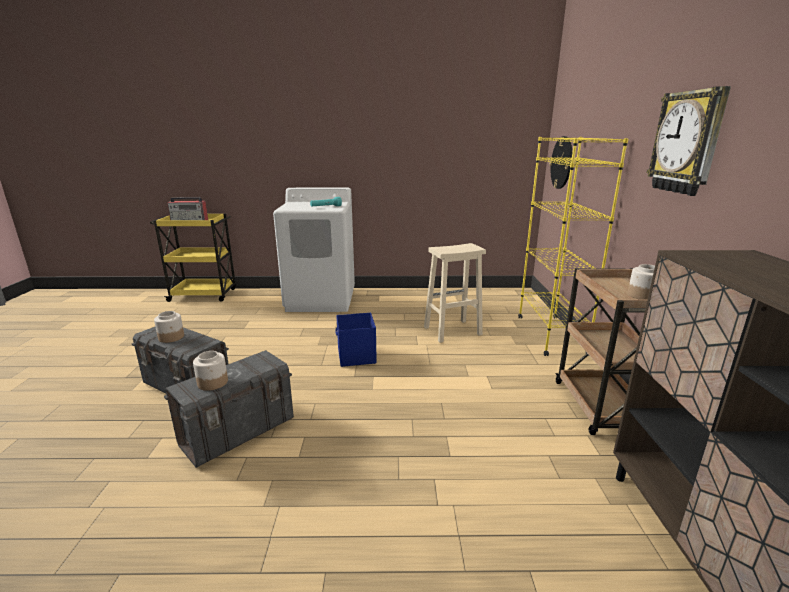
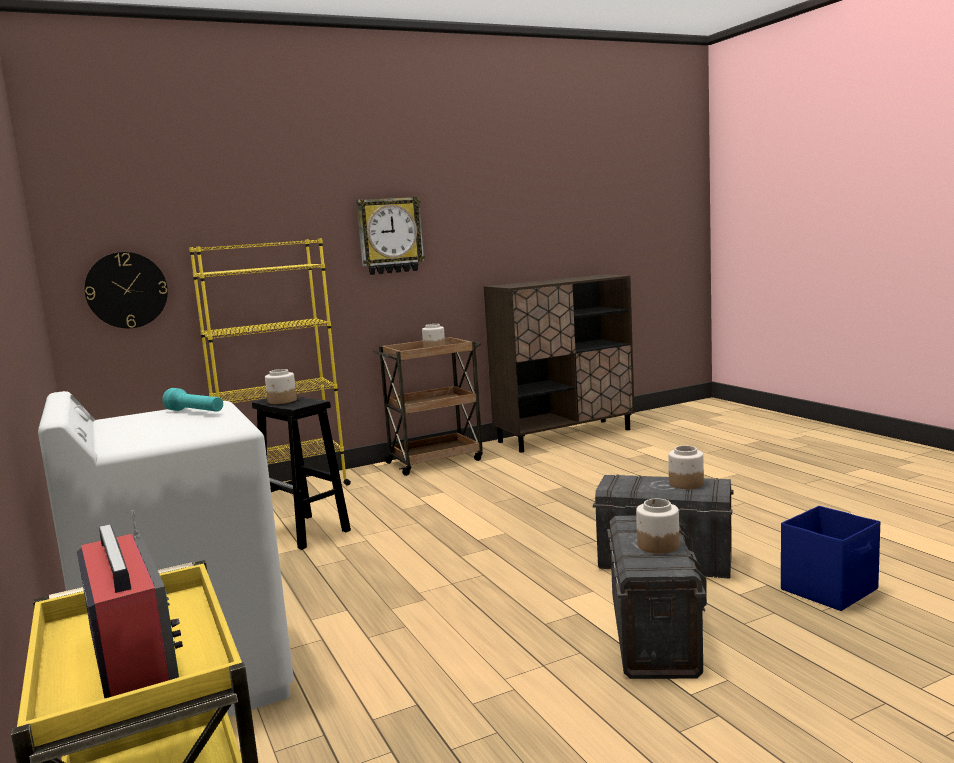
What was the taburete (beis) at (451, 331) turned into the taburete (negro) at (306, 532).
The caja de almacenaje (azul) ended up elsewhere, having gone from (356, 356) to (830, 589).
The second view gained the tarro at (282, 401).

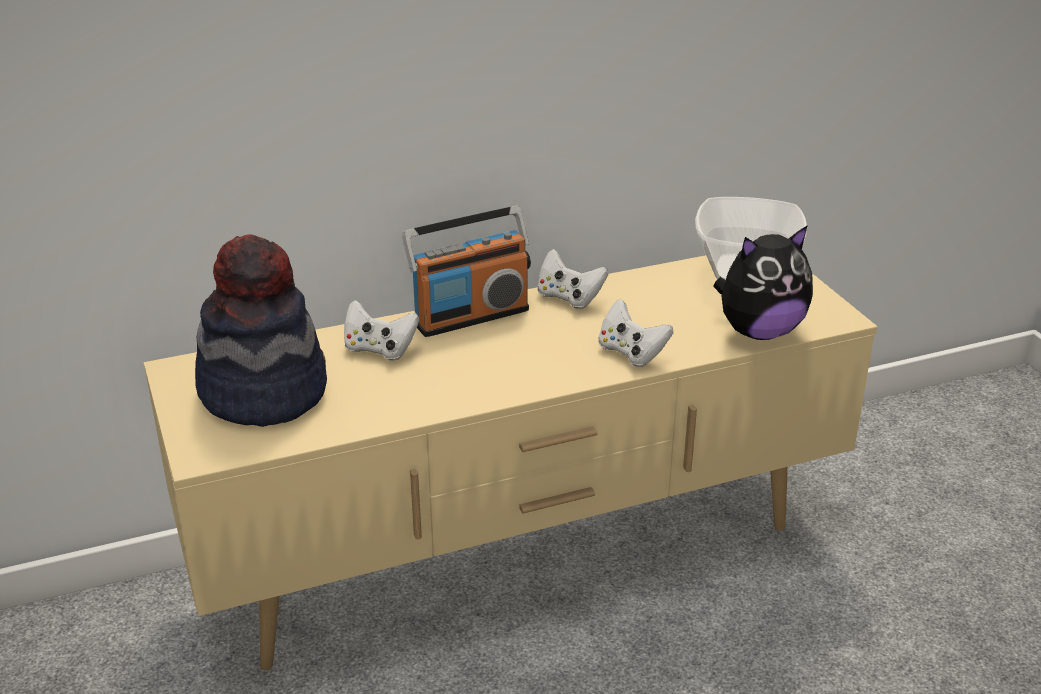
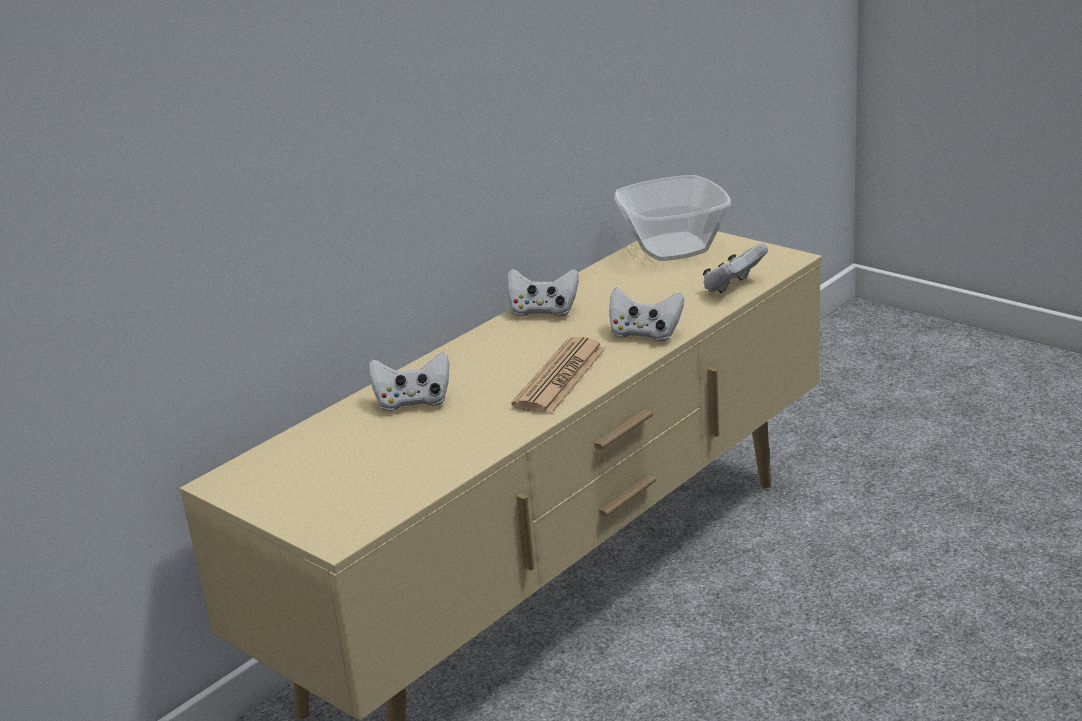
The second view lost the radio at (470, 316).
Where the peluche stood at (759, 331), the mando de consola (blanco) came to stand at (733, 287).
The second view lost the sombrero at (263, 392).
The second view gained the periódico at (560, 377).

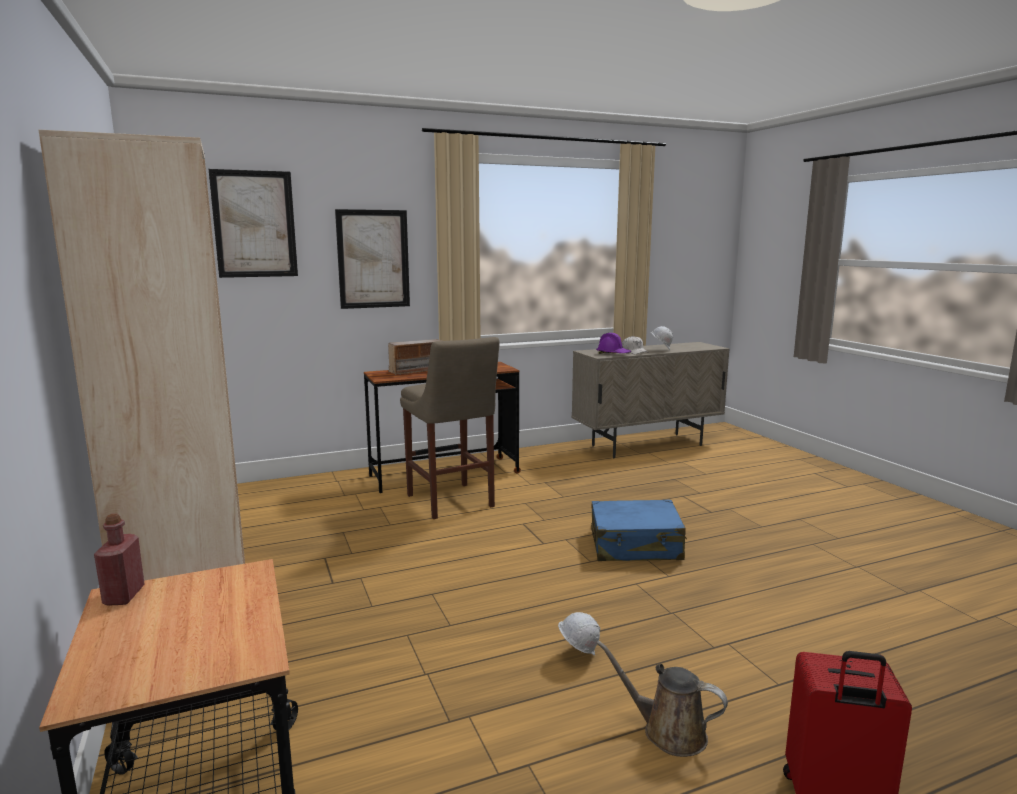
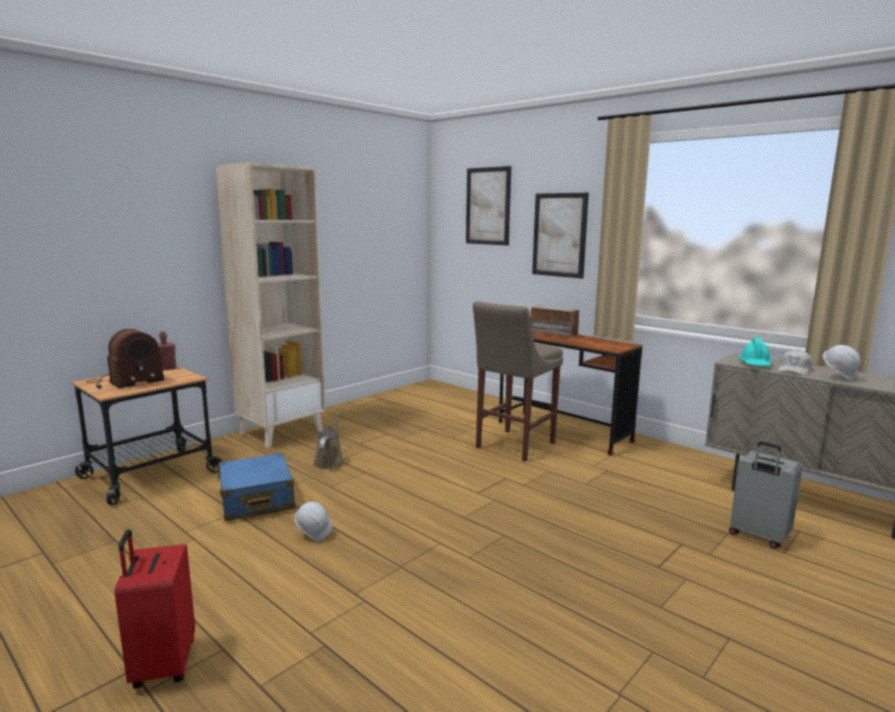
What was the casco (morado) at (613, 354) turned into the casco (turquesa) at (755, 365).
The maleta (azul) ended up elsewhere, having gone from (635, 546) to (256, 500).
The regadera (marrón) ended up elsewhere, having gone from (668, 732) to (329, 461).
The second view gained the radio at (125, 382).
The second view gained the maleta (gris) at (758, 536).

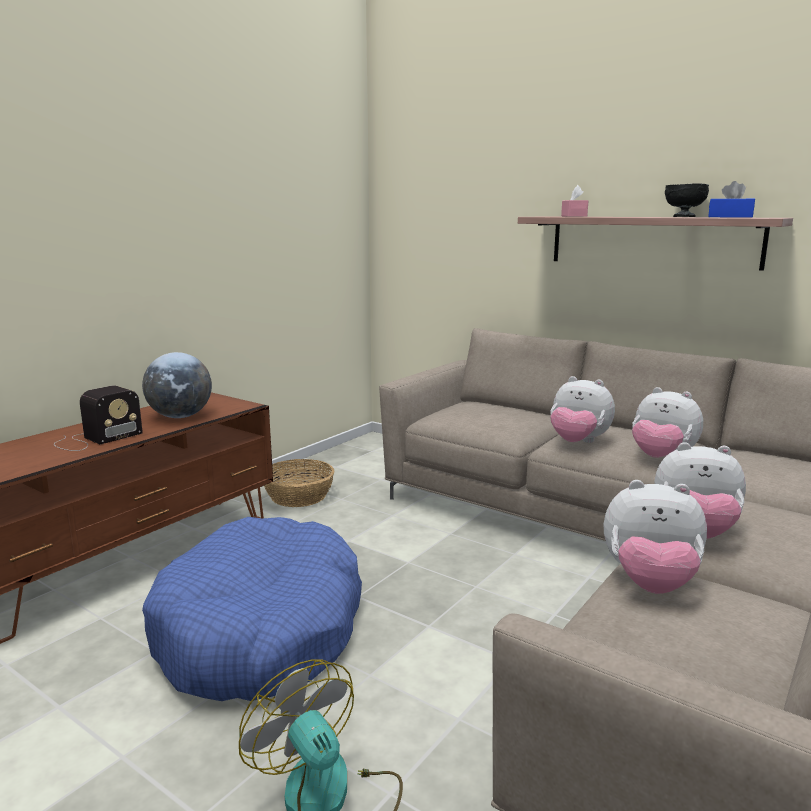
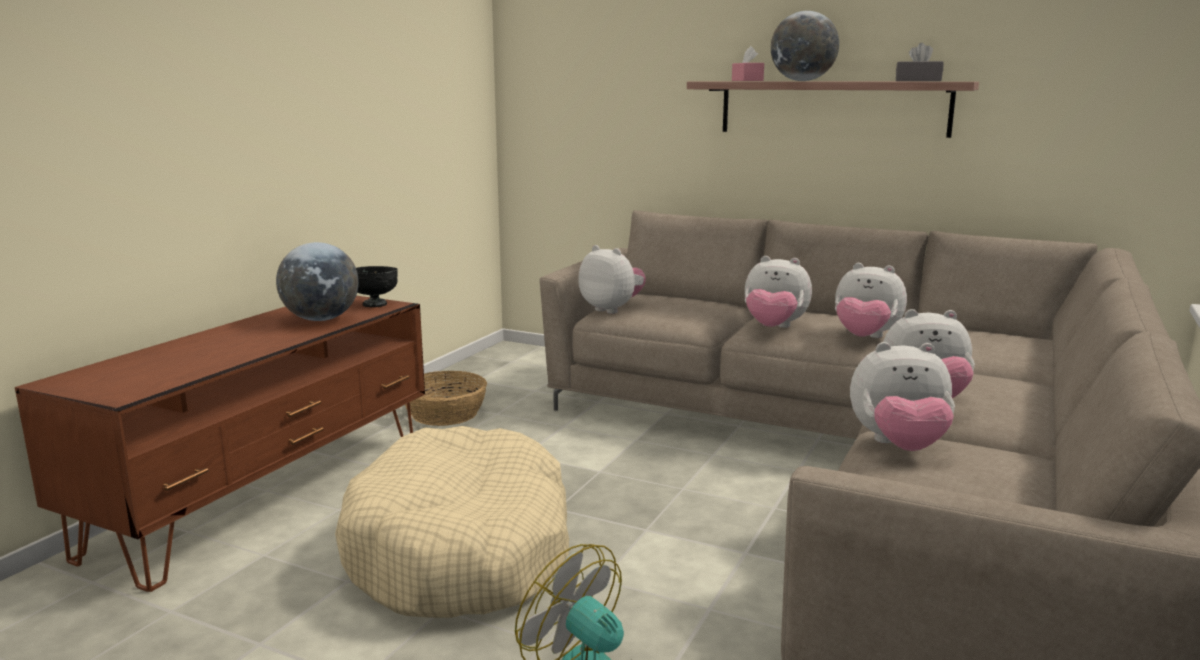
What was the caja de pañuelos (azul) at (730, 217) turned into the caja de pañuelos (gris) at (918, 81).
The cuenco (negro) ended up elsewhere, having gone from (683, 216) to (375, 304).
The second view lost the radio at (95, 439).
What was the cama para perro (azul) at (261, 631) turned into the cama para perro (beis) at (462, 551).
The second view gained the globo terráqueo at (802, 81).
The second view gained the peluche at (612, 309).

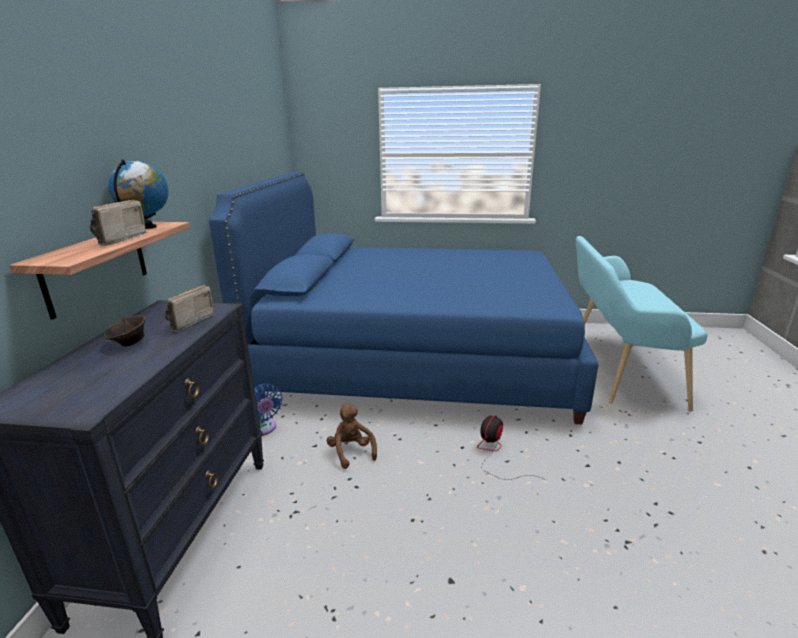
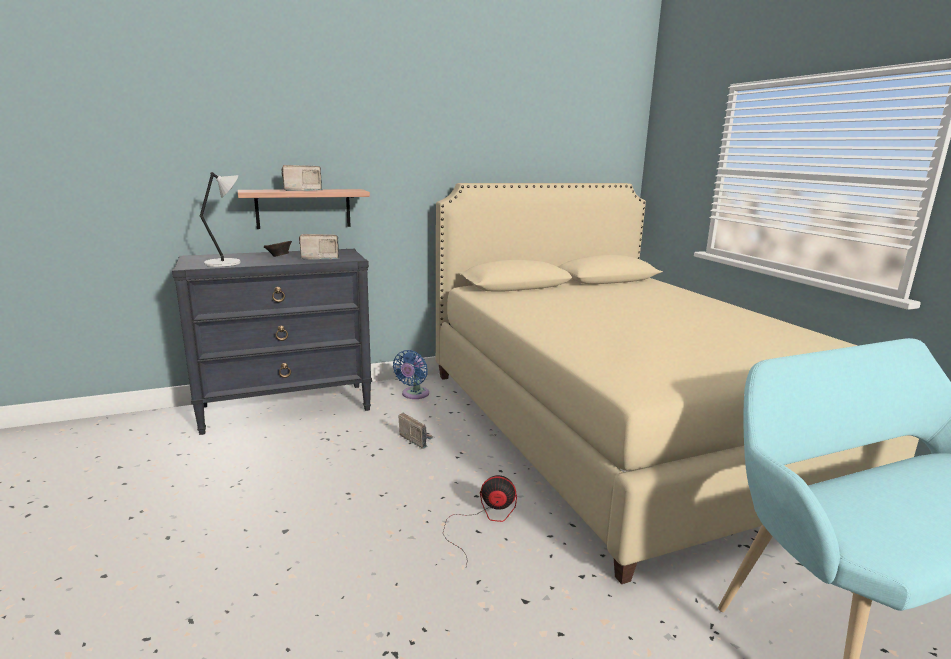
The second view lost the globo terráqueo at (148, 227).
What was the cama (azul) at (417, 358) turned into the cama (beis) at (620, 427).
Where the peluche (marrón) stood at (351, 452), the radio came to stand at (416, 439).
The second view gained the lámpara de mesa (gris) at (225, 263).

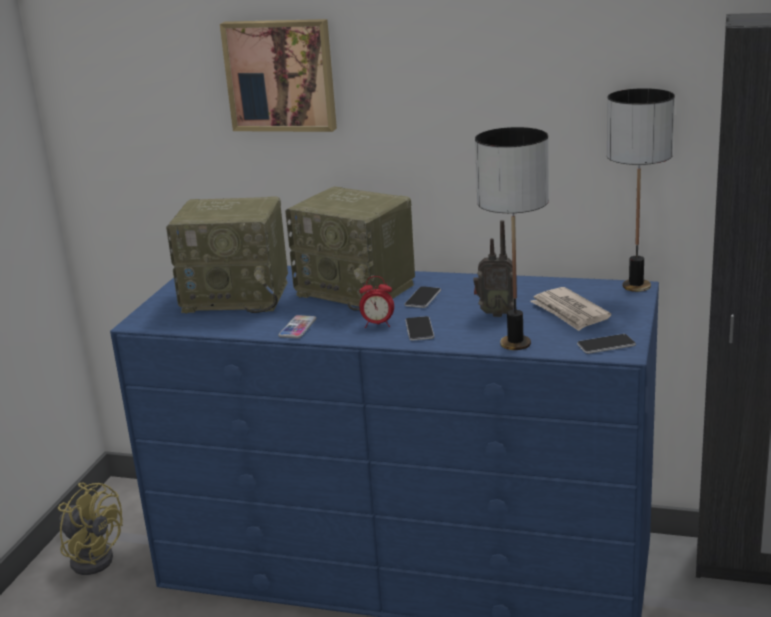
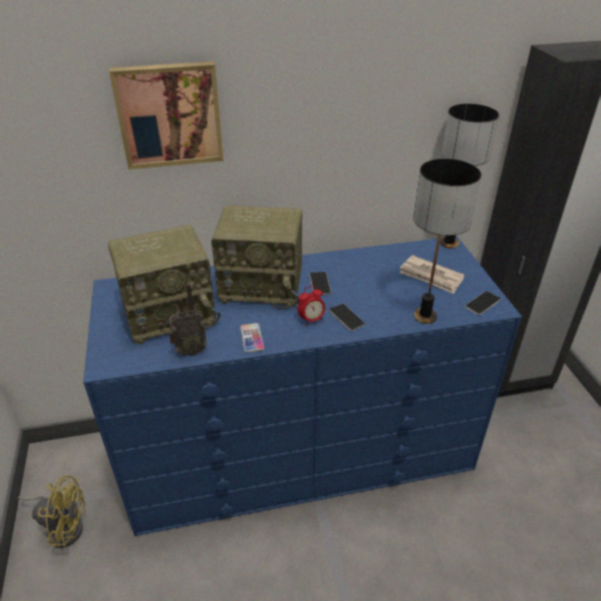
The radio ended up elsewhere, having gone from (495, 313) to (189, 351).

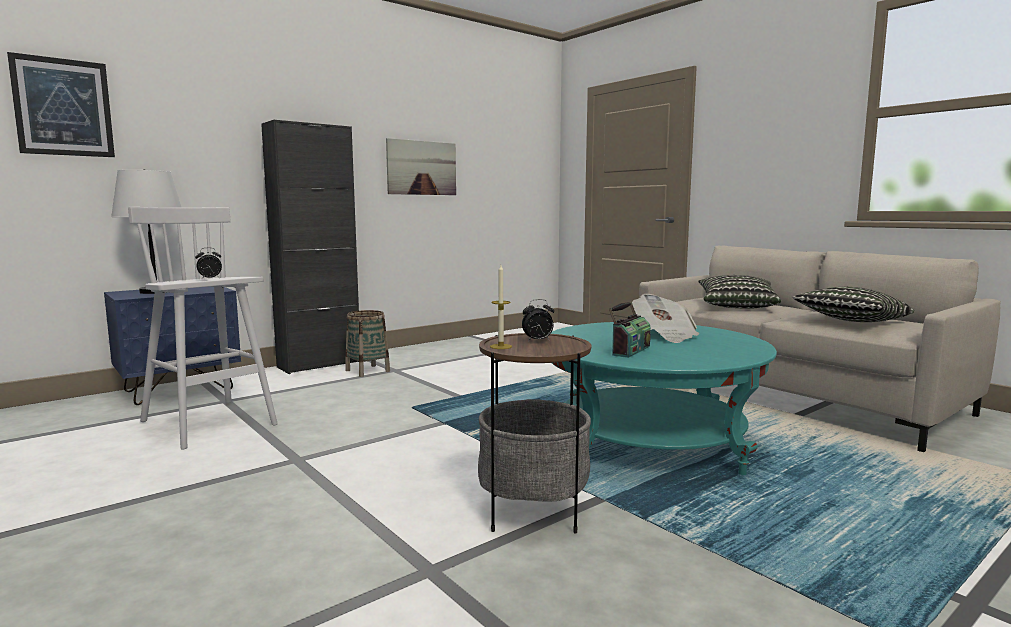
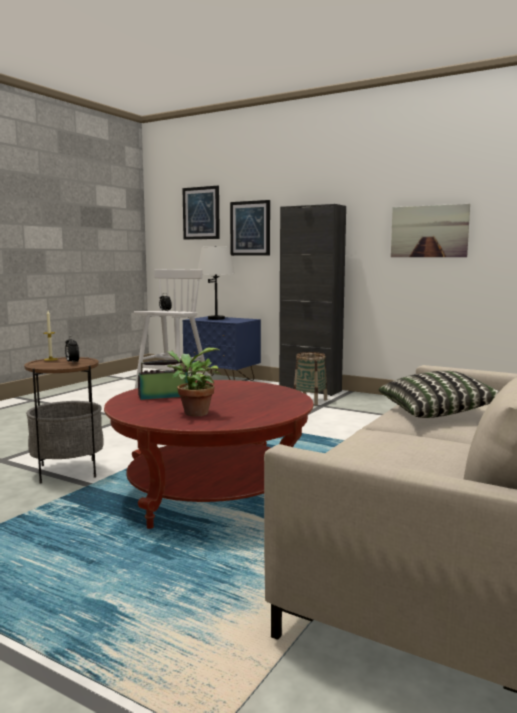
The second view lost the cojín at (851, 322).
The second view lost the periódico at (664, 336).
The radio at (629, 350) ended up facing another way, 150 degrees clockwise from before.
What was the mesa de centro (turquesa) at (650, 442) turned into the mesa de centro (rojo) at (211, 493).
The second view gained the cuadro at (250, 228).
The second view gained the planta en maceta at (193, 413).

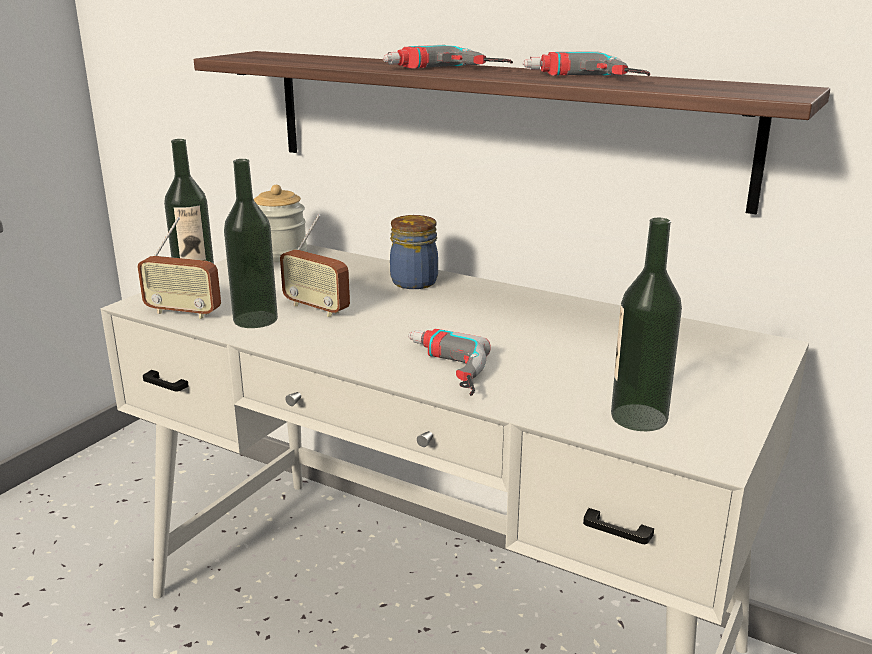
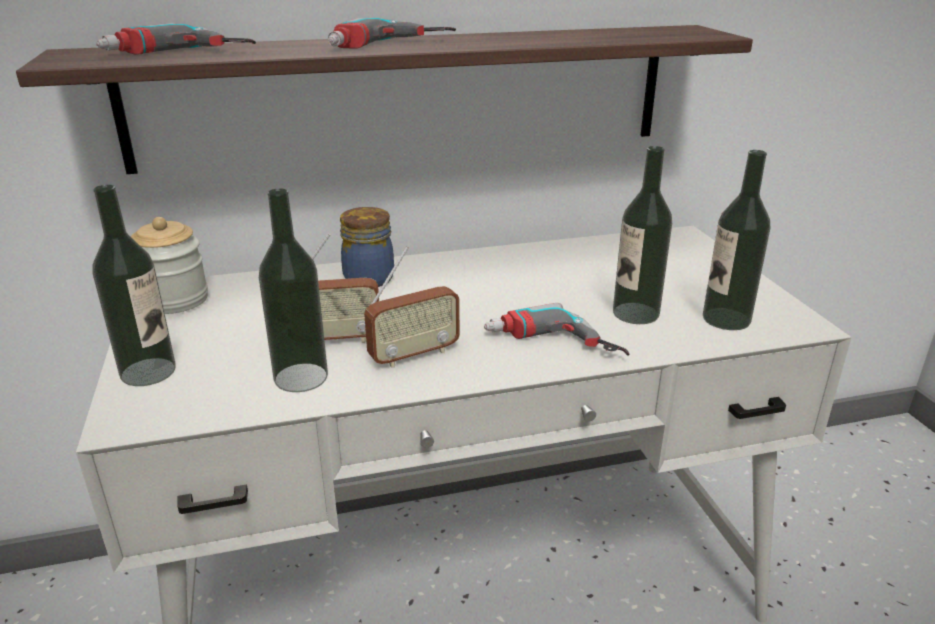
The taladro ended up elsewhere, having gone from (582, 79) to (177, 54).
The radio ended up elsewhere, having gone from (183, 312) to (414, 355).
The second view gained the botella at (635, 313).

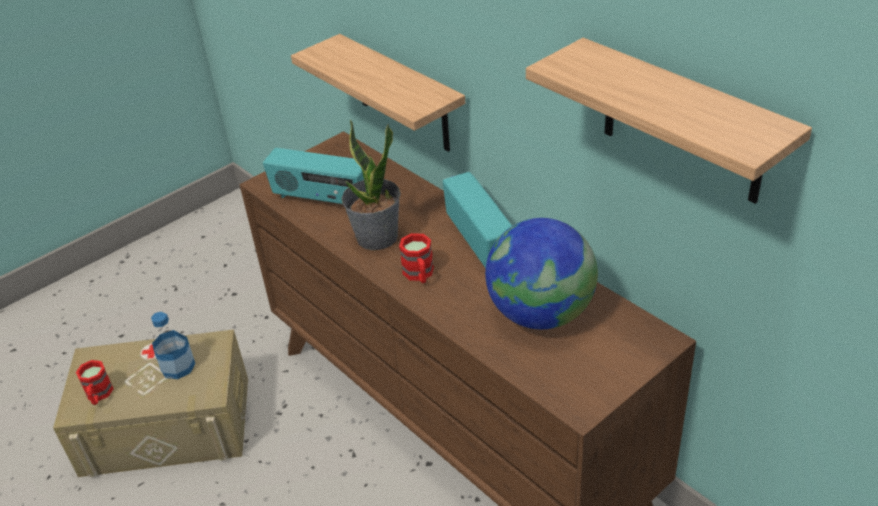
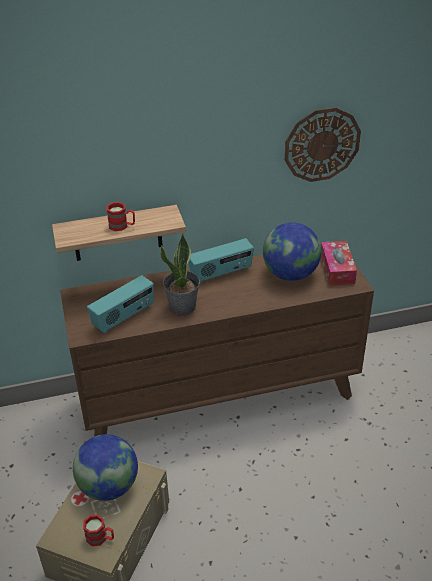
Where the estante hung at (682, 123), the reloj de pared came to hang at (322, 144).
The radio at (481, 242) ended up facing another way, 150 degrees clockwise from before.
The taza grande (rojo) ended up elsewhere, having gone from (419, 275) to (122, 226).
Where the botella stood at (178, 366), the globo terráqueo came to stand at (109, 486).
The second view gained the caja de pañuelos at (337, 269).

